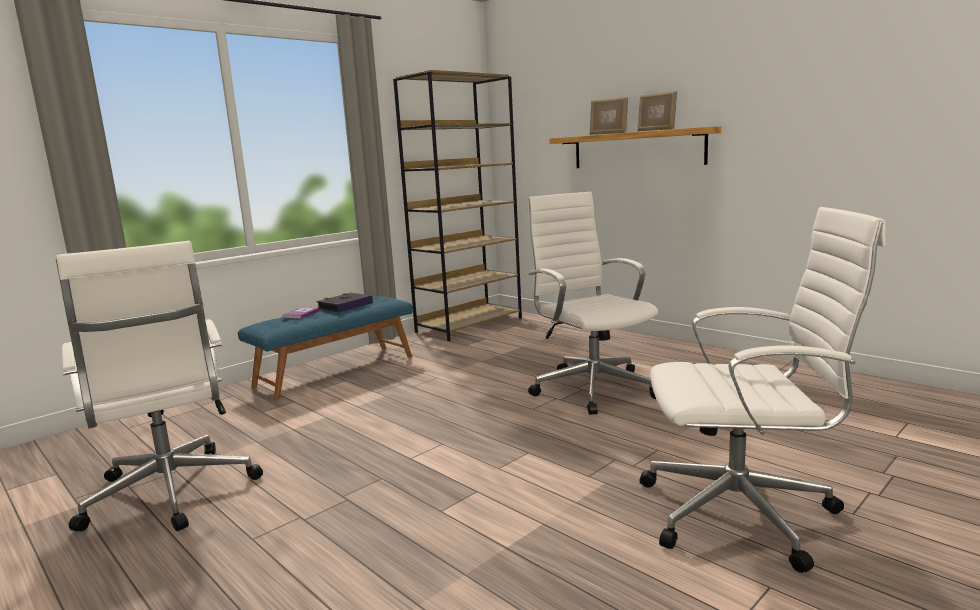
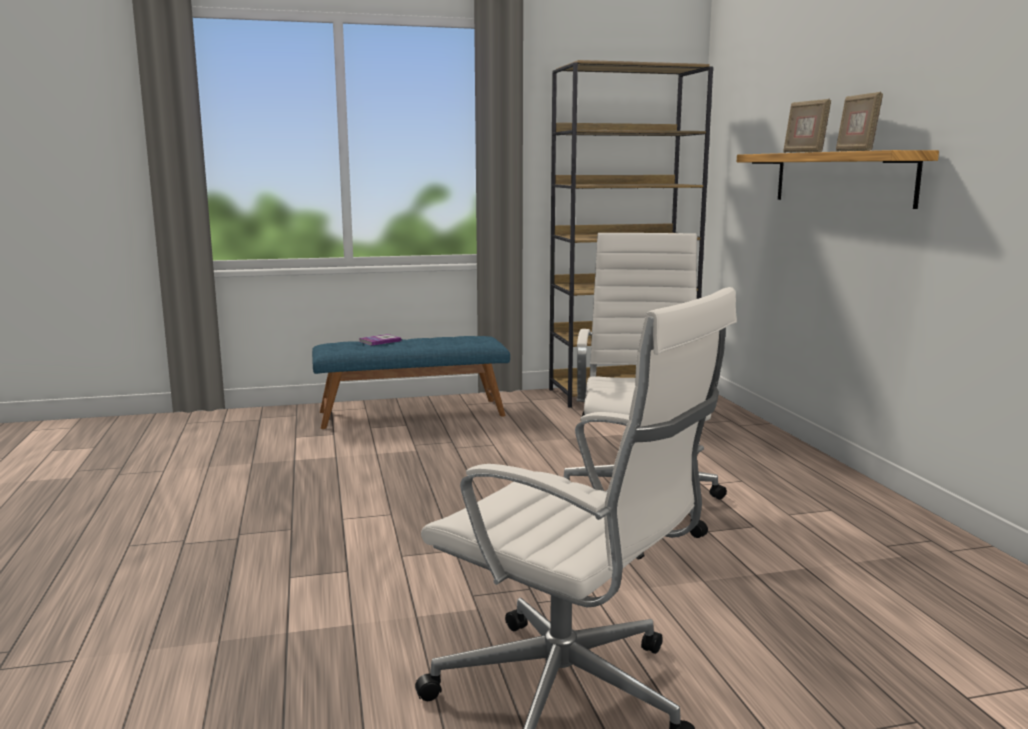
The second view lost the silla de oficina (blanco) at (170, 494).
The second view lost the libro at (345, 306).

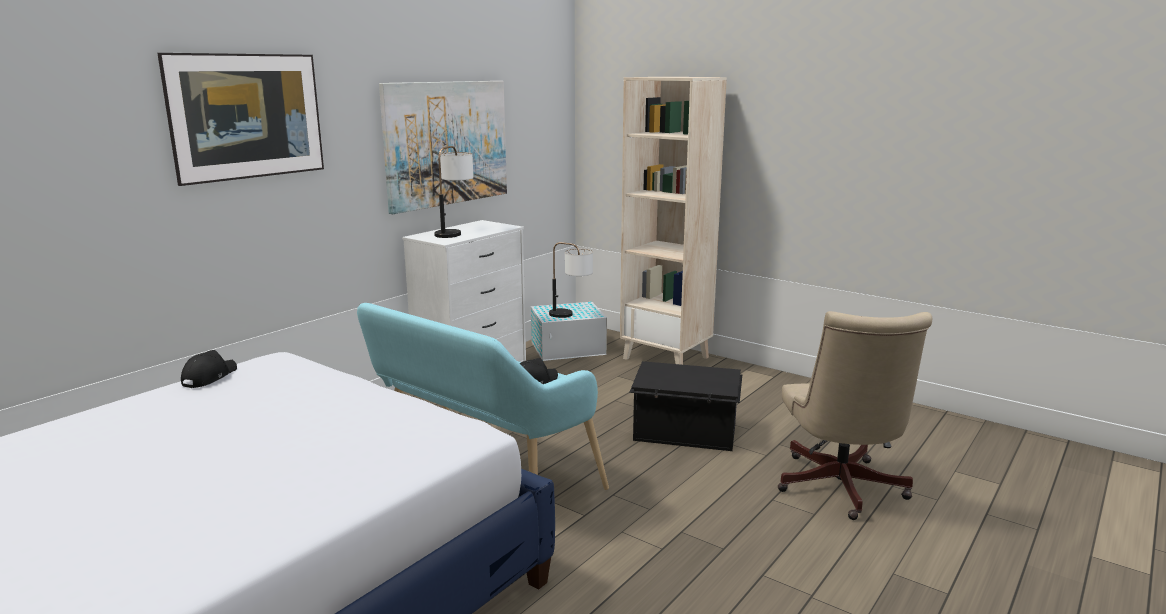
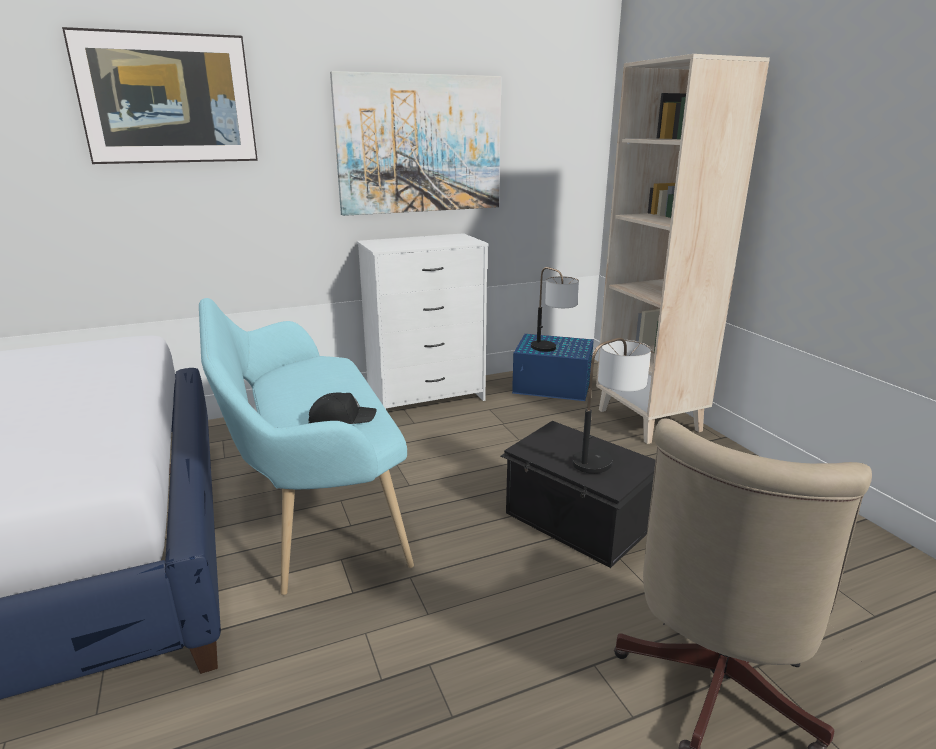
The lámpara de mesa ended up elsewhere, having gone from (455, 232) to (605, 456).
What was the caja de almacenaje (blanco) at (569, 348) turned into the caja de almacenaje (azul) at (553, 386).
The second view lost the gorra (negro) at (209, 377).

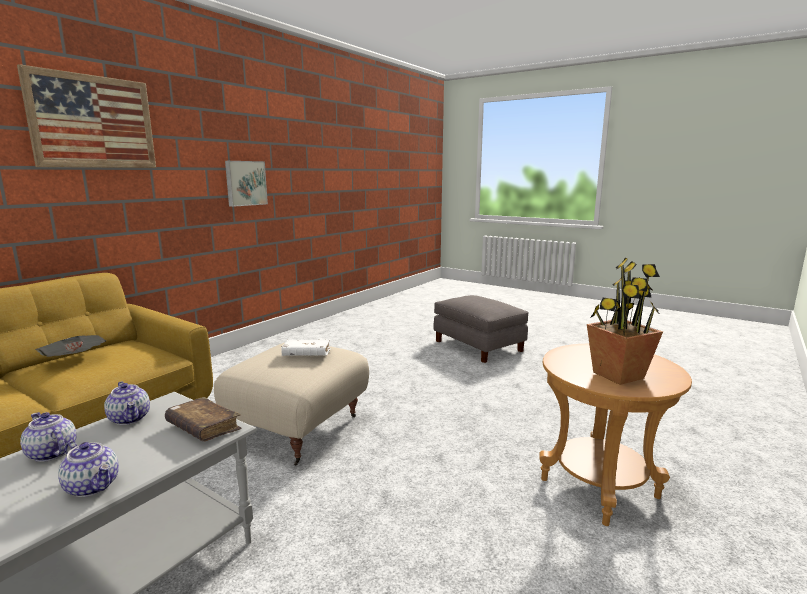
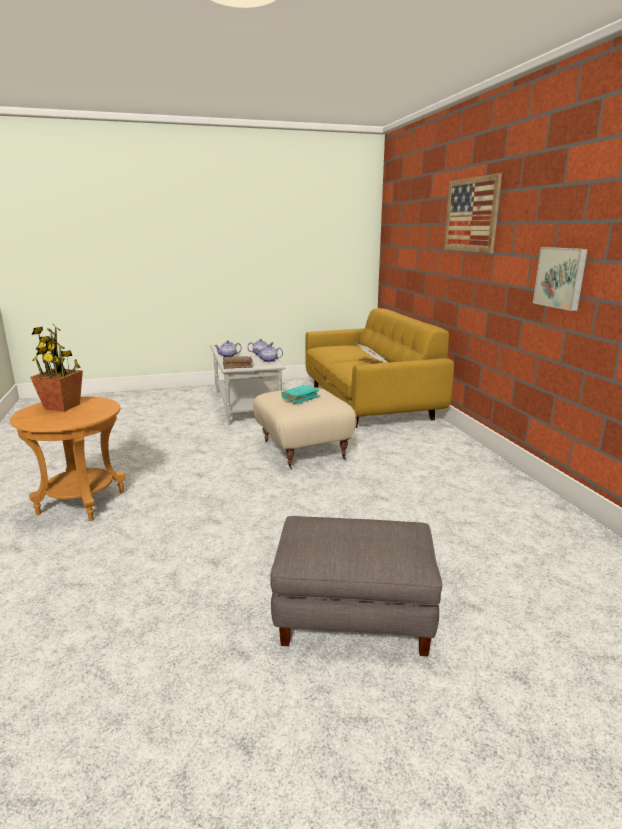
What was the libro (blanco) at (306, 354) turned into the libro (turquesa) at (300, 398).

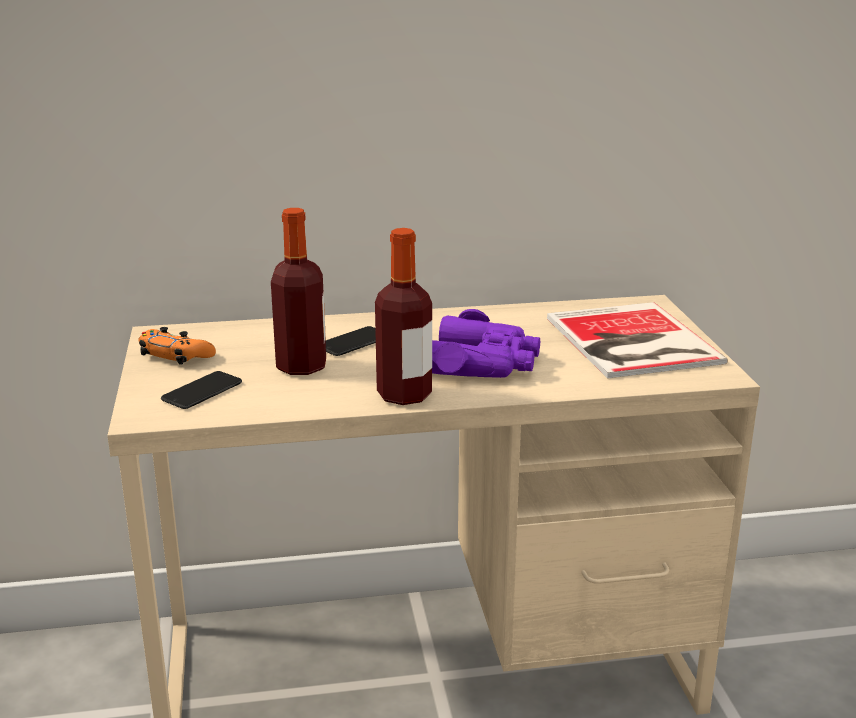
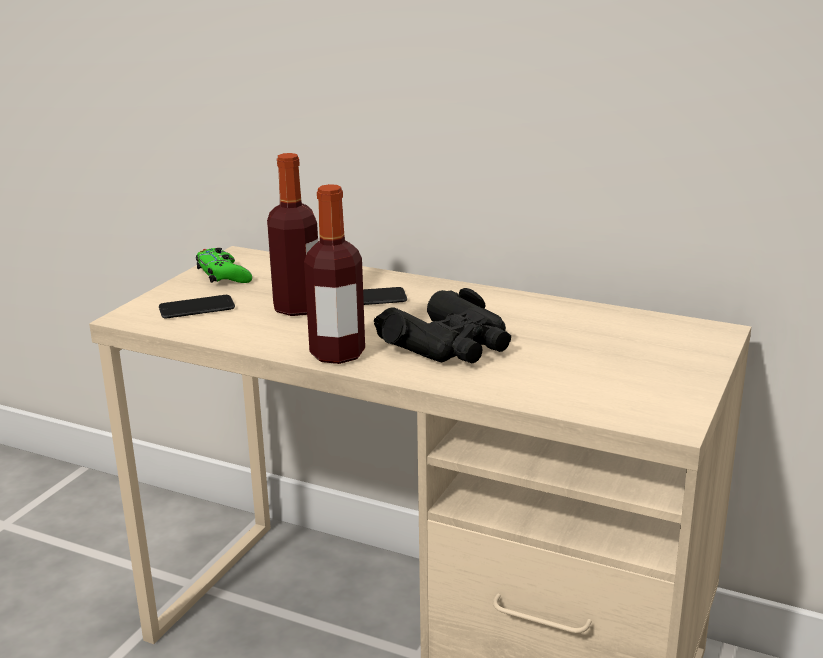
The second view lost the libro at (631, 342).
What was the prismáticos (morado) at (482, 363) turned into the prismáticos (negro) at (449, 345).
What was the mando de consola (naranja) at (175, 355) turned into the mando de consola (verde) at (223, 275).

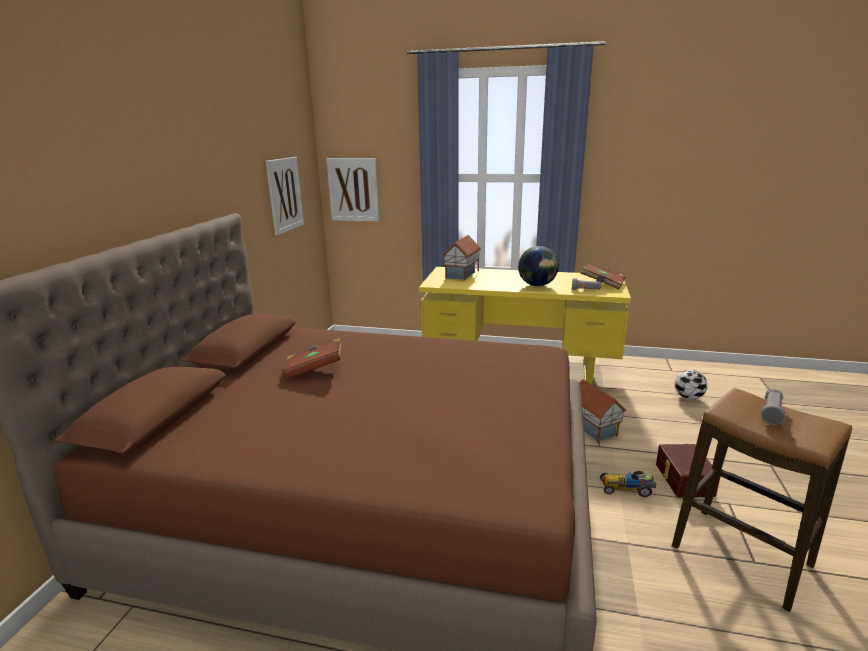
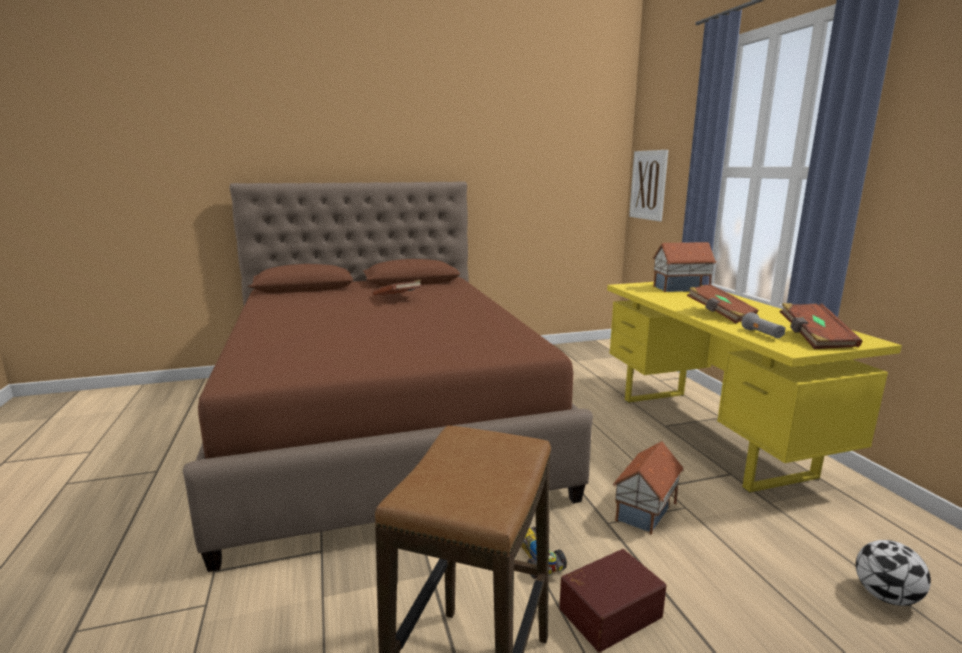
The second view lost the cuadro at (285, 195).
Where the globo terráqueo stood at (537, 285), the libro (marrón) came to stand at (720, 315).
The second view lost the linterna (gris) at (771, 414).

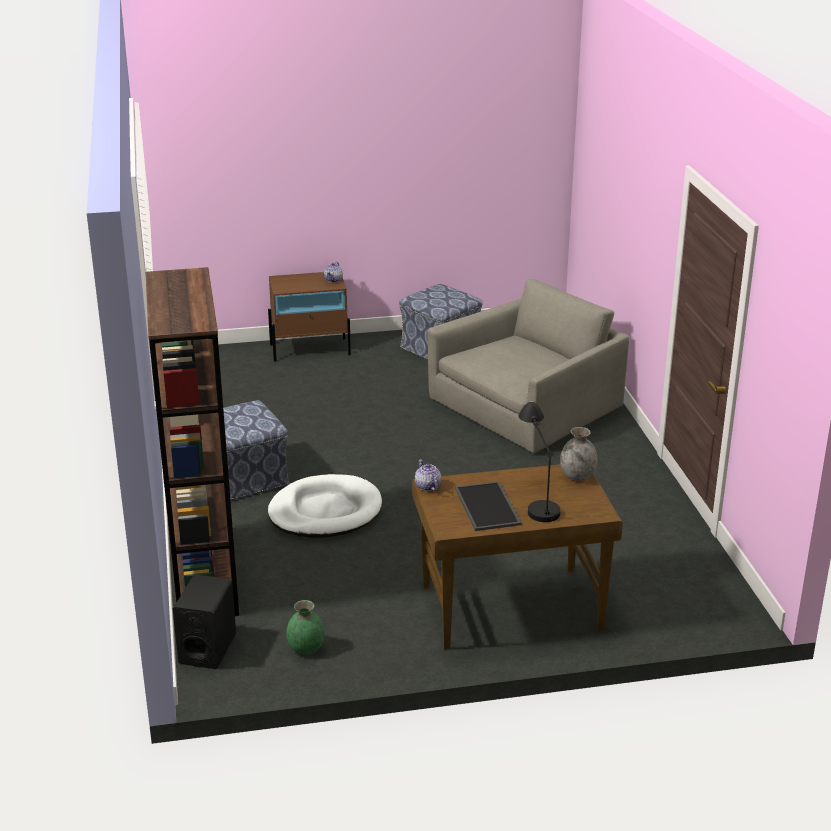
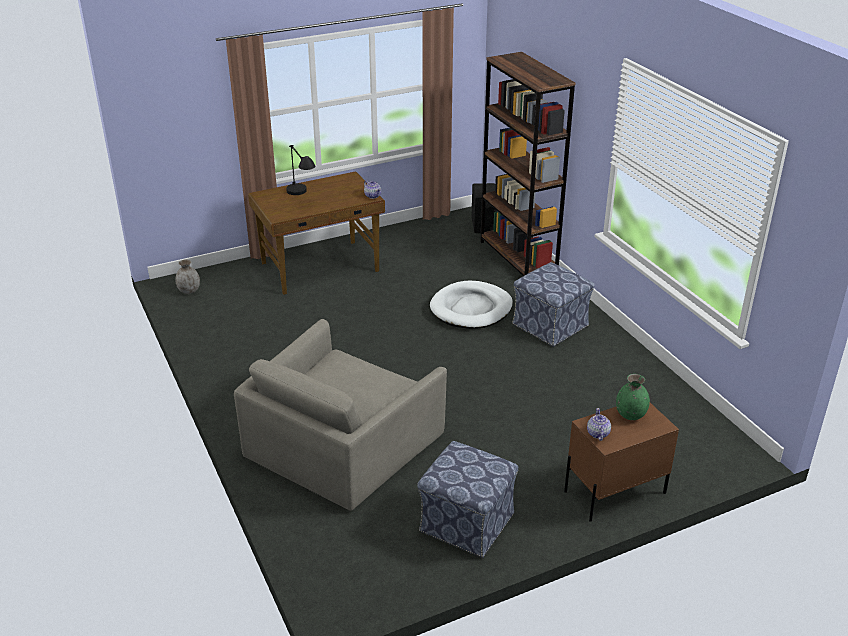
The florero (gris) ended up elsewhere, having gone from (577, 476) to (189, 291).
The second view lost the bandeja at (489, 507).
The florero (verde) ended up elsewhere, having gone from (306, 648) to (630, 415).

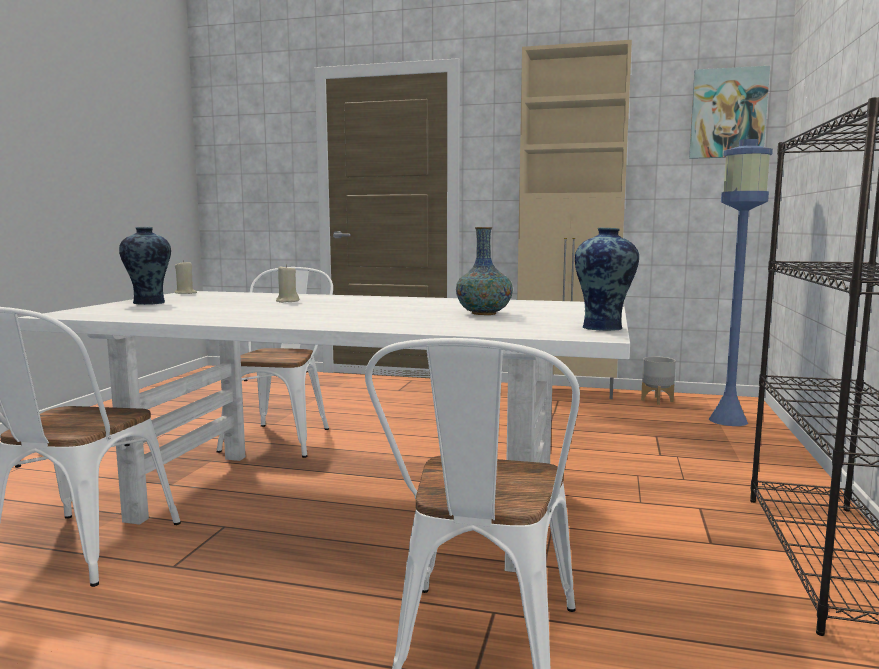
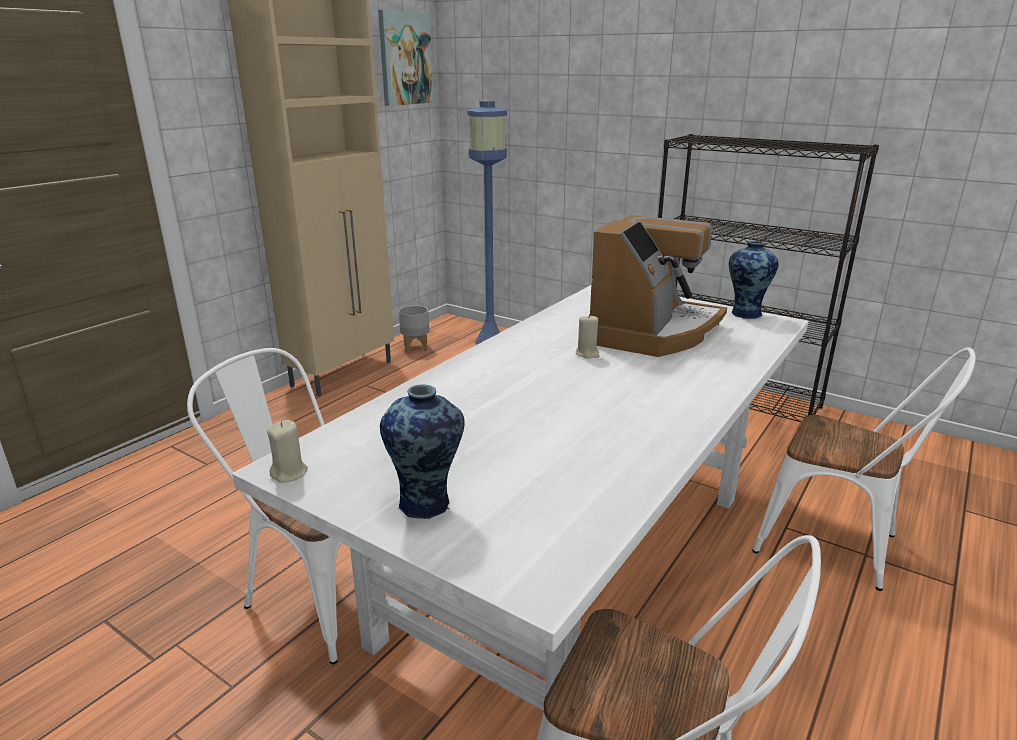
Where the florero stood at (484, 313), the cafetera came to stand at (652, 332).
The vela (beis) ended up elsewhere, having gone from (287, 301) to (587, 354).

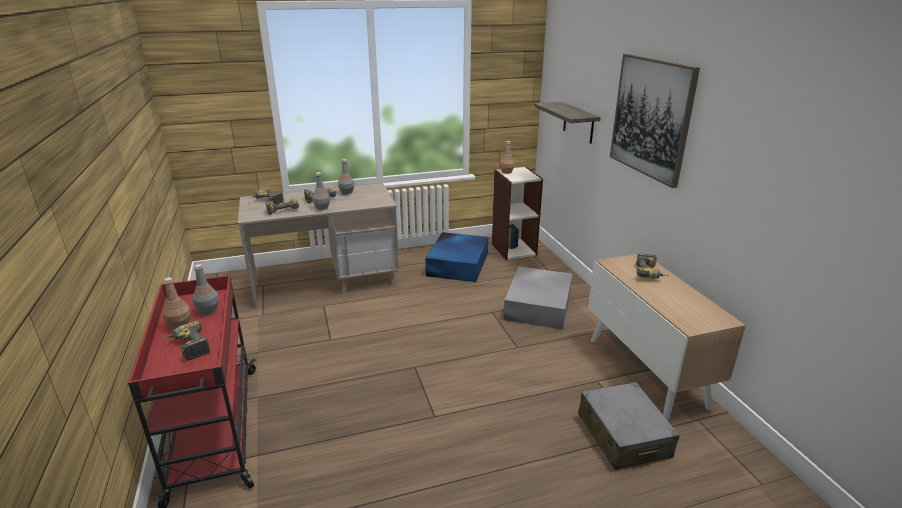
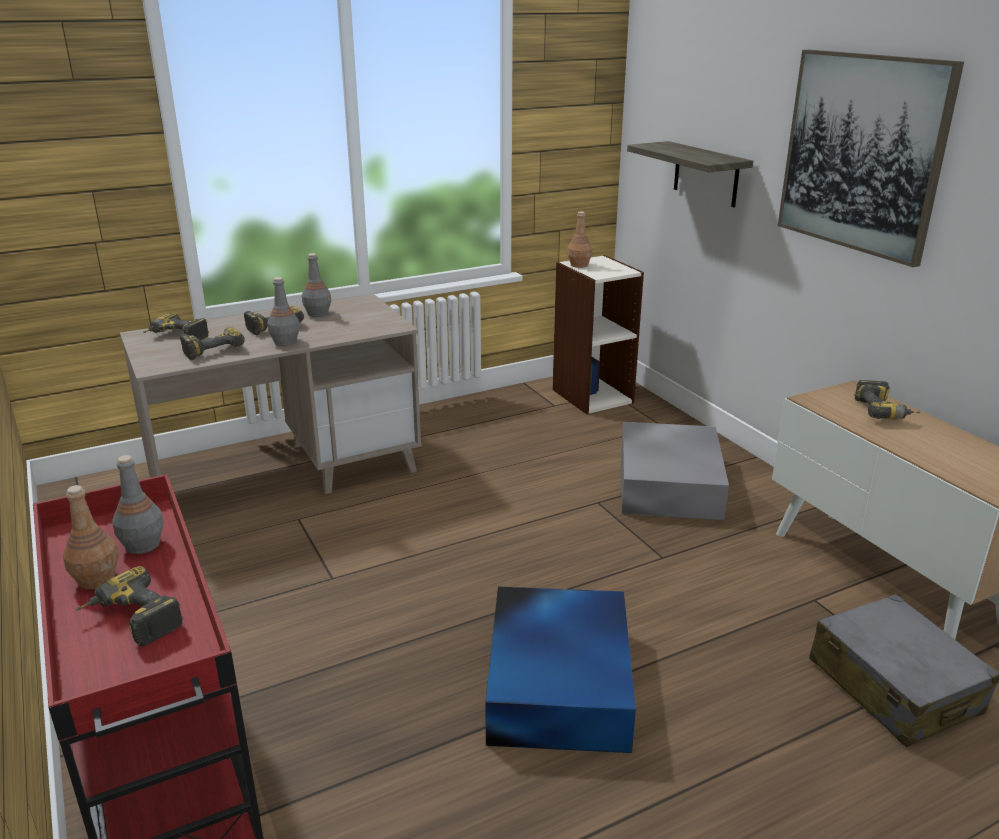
The caja de almacenaje (azul) ended up elsewhere, having gone from (458, 264) to (560, 681).

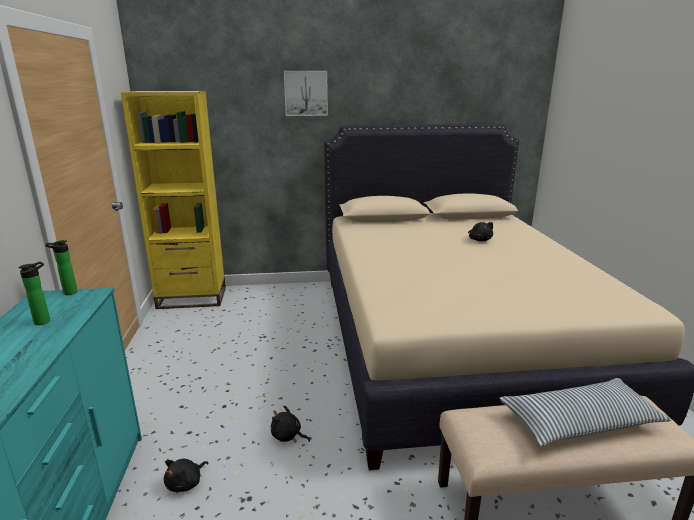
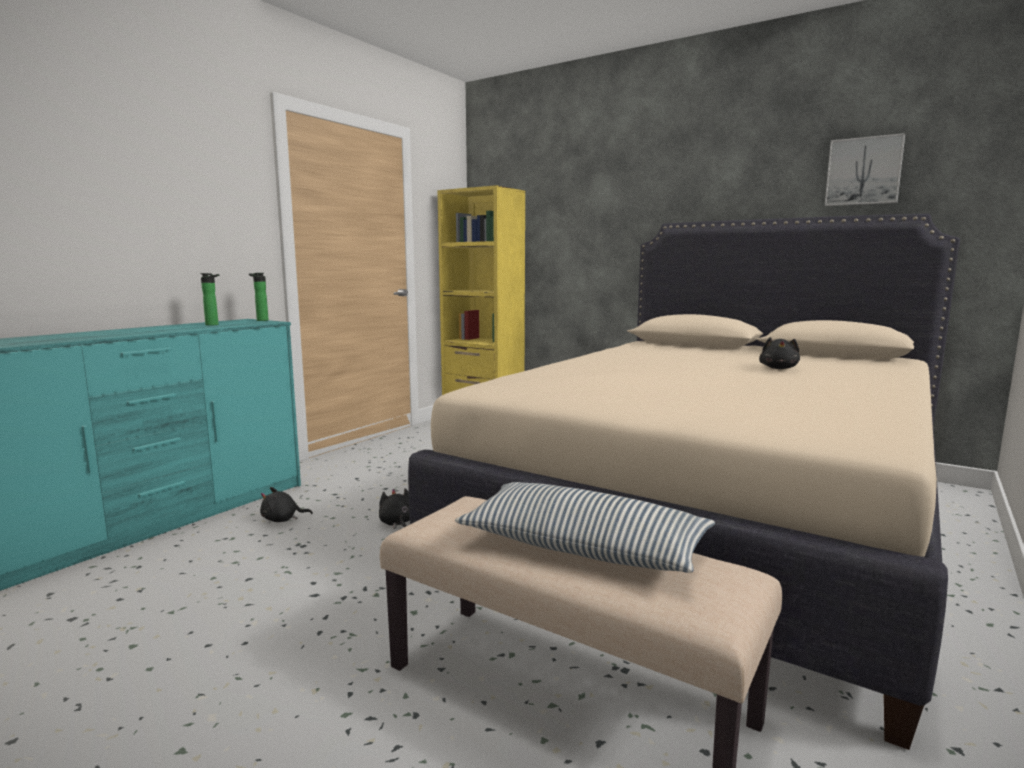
The cuadro ended up elsewhere, having gone from (306, 93) to (863, 171).

